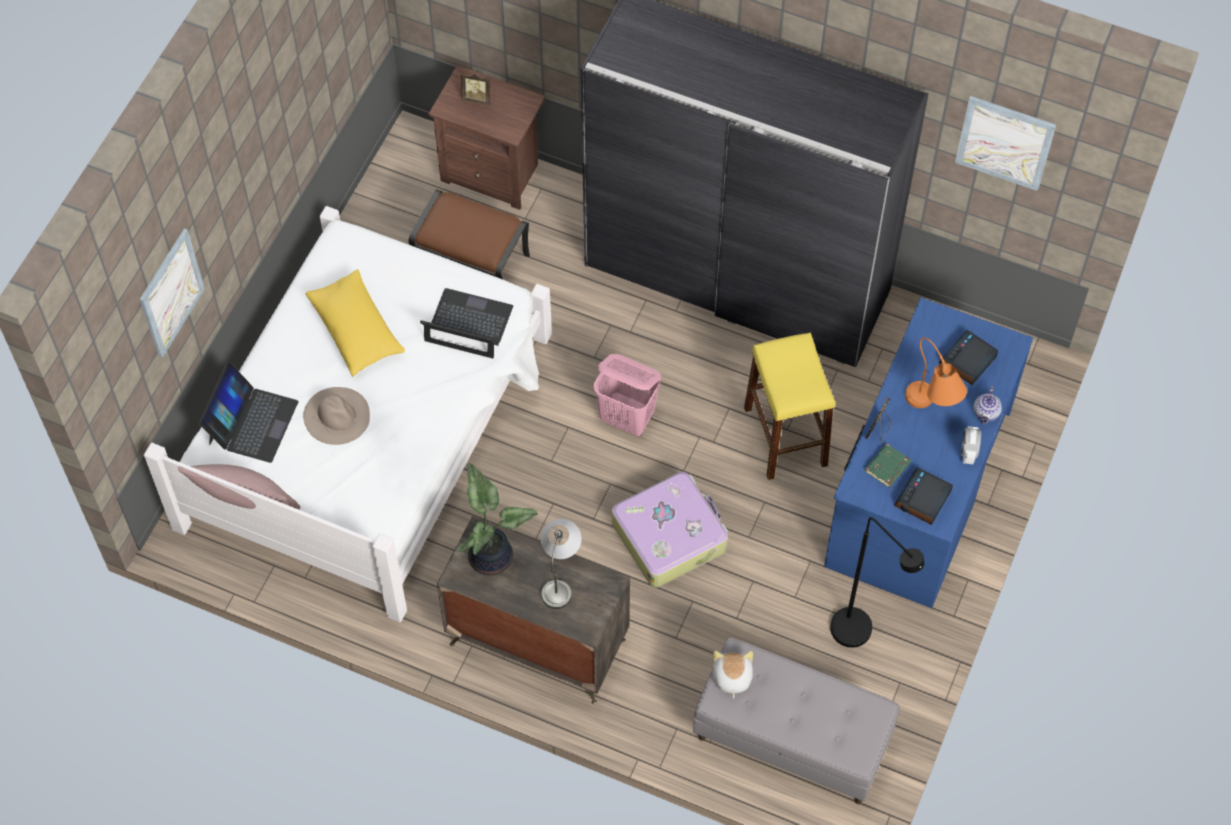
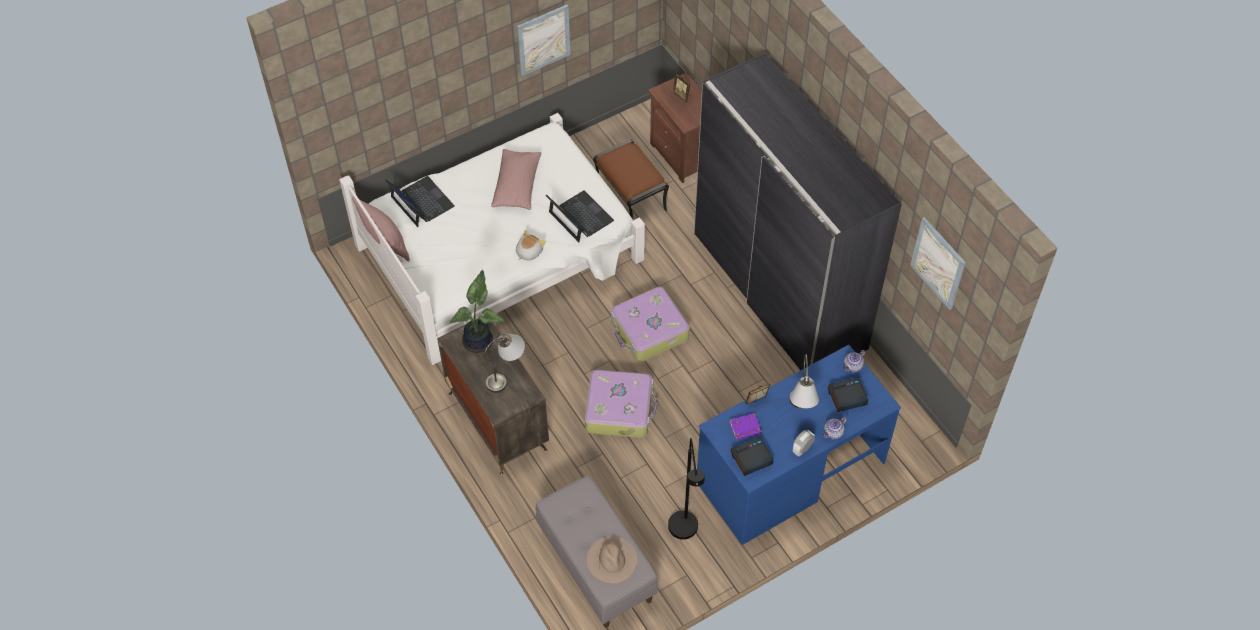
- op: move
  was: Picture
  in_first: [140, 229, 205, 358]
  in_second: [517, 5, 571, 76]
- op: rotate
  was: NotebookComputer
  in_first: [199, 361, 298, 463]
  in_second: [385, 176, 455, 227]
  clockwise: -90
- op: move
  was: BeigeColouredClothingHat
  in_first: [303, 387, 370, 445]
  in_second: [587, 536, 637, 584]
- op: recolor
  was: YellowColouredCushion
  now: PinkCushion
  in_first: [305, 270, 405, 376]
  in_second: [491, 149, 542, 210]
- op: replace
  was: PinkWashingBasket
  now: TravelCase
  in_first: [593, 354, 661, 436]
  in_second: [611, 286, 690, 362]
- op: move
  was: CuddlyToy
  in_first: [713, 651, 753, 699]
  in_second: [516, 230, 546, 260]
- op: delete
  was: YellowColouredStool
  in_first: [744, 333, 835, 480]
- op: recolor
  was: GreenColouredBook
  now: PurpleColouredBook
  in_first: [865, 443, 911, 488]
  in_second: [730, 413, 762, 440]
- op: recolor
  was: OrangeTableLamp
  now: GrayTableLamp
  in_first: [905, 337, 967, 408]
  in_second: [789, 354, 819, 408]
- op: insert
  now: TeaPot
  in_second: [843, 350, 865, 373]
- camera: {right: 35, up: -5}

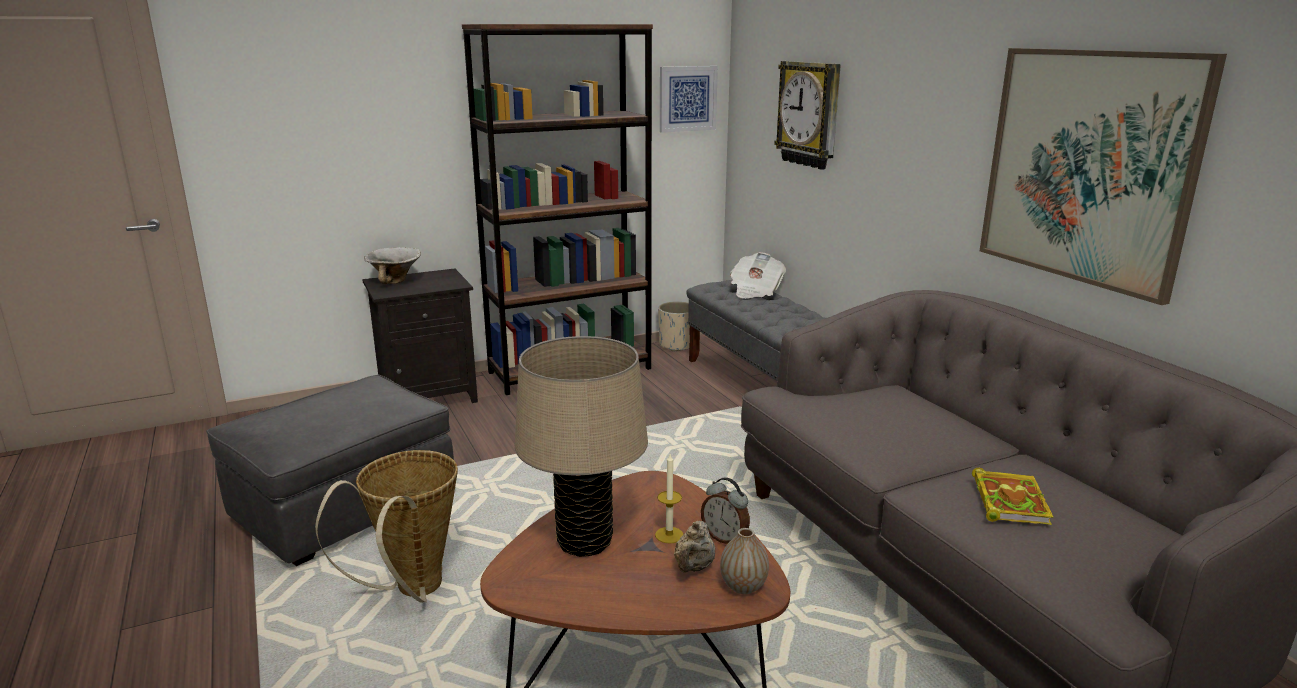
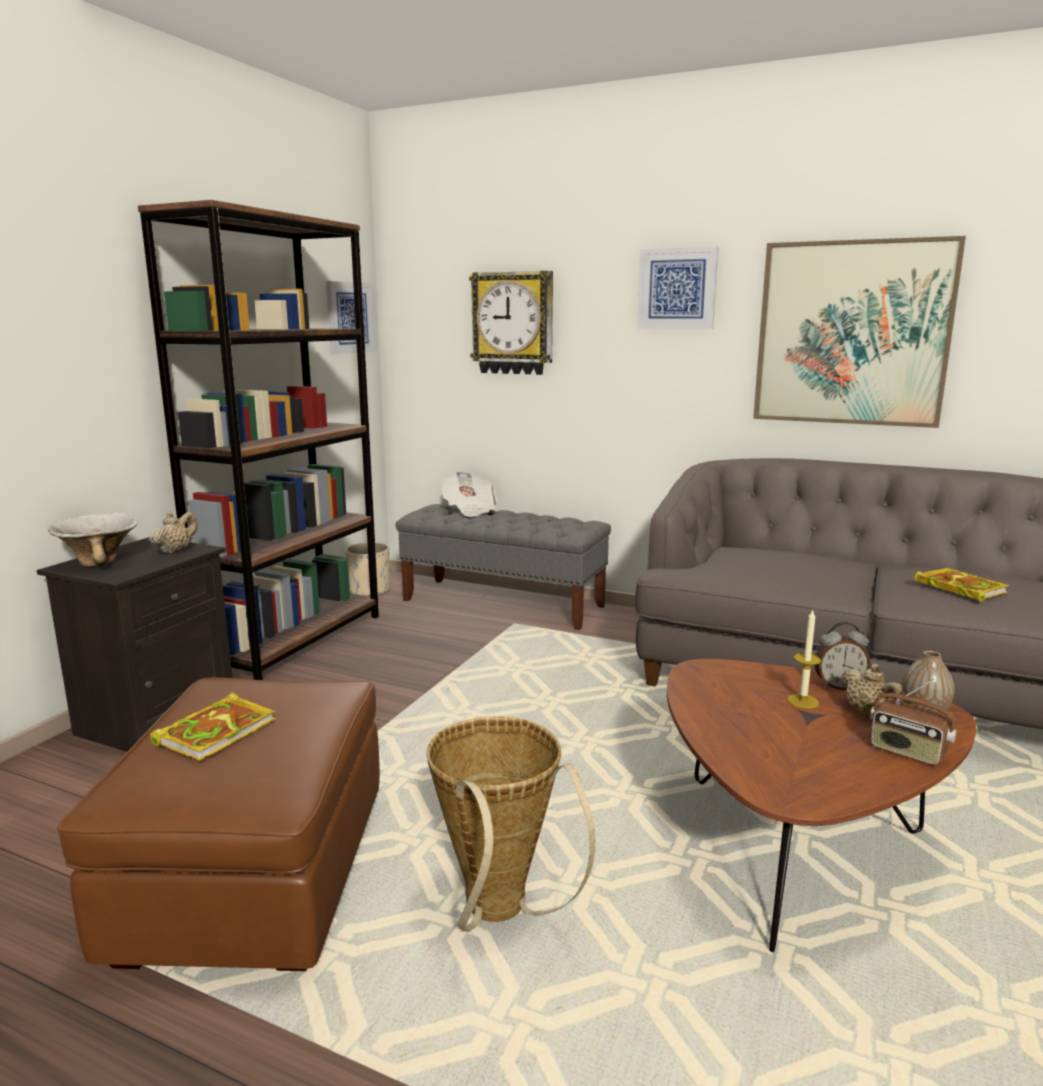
- op: recolor
  was: GrayOttoman
  now: BrownColouredOttoman
  in_first: [206, 375, 454, 566]
  in_second: [57, 678, 380, 971]
- op: delete
  was: BeigeColouredTableLamp
  in_first: [515, 336, 648, 557]
- op: insert
  now: BeigeColouredTeaPot
  in_second: [149, 511, 197, 554]
- op: insert
  now: Book
  in_second: [150, 692, 276, 761]
- op: insert
  now: Picture
  in_second: [637, 247, 718, 329]
- op: insert
  now: RadioSet
  in_second: [870, 678, 956, 765]
- camera: {right: -40, up: -5}

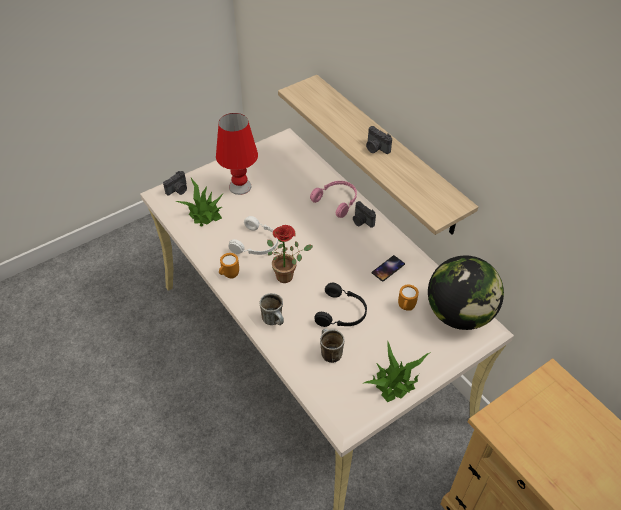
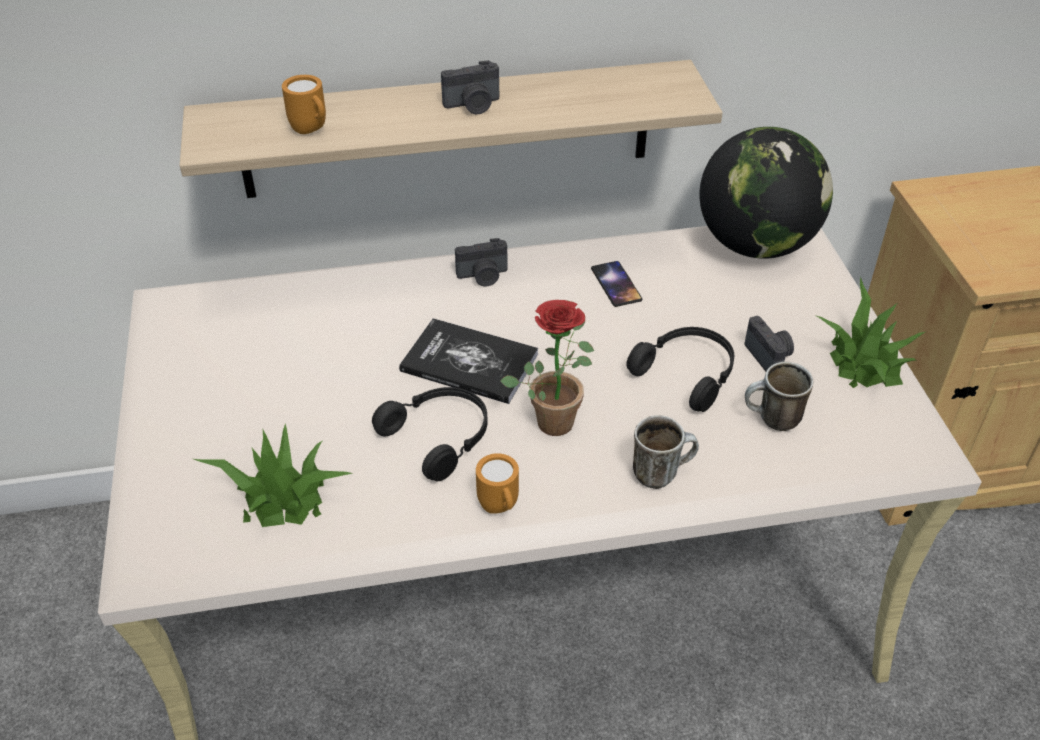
- op: move
  was: PhotoCamera
  in_first: [163, 171, 187, 195]
  in_second: [744, 316, 794, 371]
- op: delete
  was: ReddishTableLamp
  in_first: [216, 113, 258, 195]
- op: recolor
  was: WhitishHeadset
  now: BlackColouredHeadset
  in_first: [228, 216, 278, 255]
  in_second: [372, 387, 487, 481]
- op: delete
  was: PinkHeadset
  in_first: [310, 181, 357, 218]
- op: move
  was: OrangeMug
  in_first: [398, 285, 419, 311]
  in_second: [282, 75, 326, 134]
- op: insert
  now: Book
  in_second: [399, 318, 538, 404]
- camera: {right: -65, up: -5}

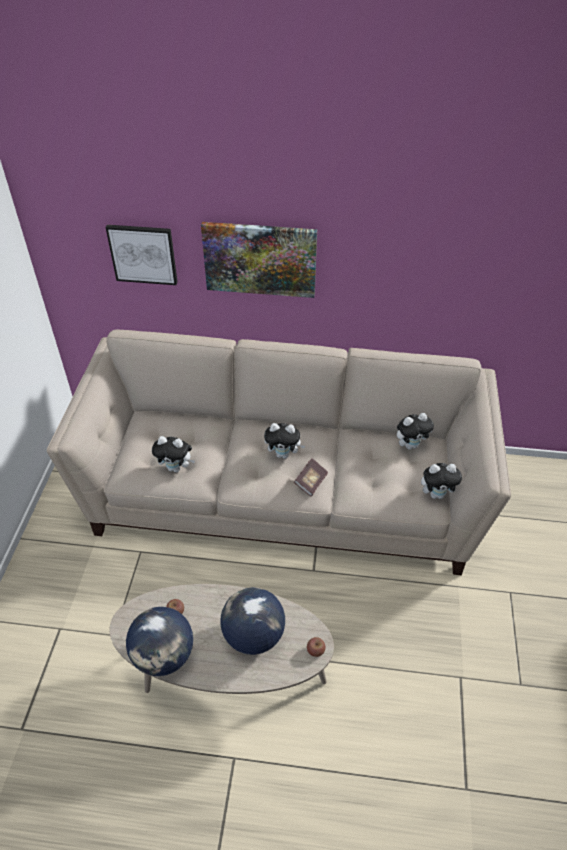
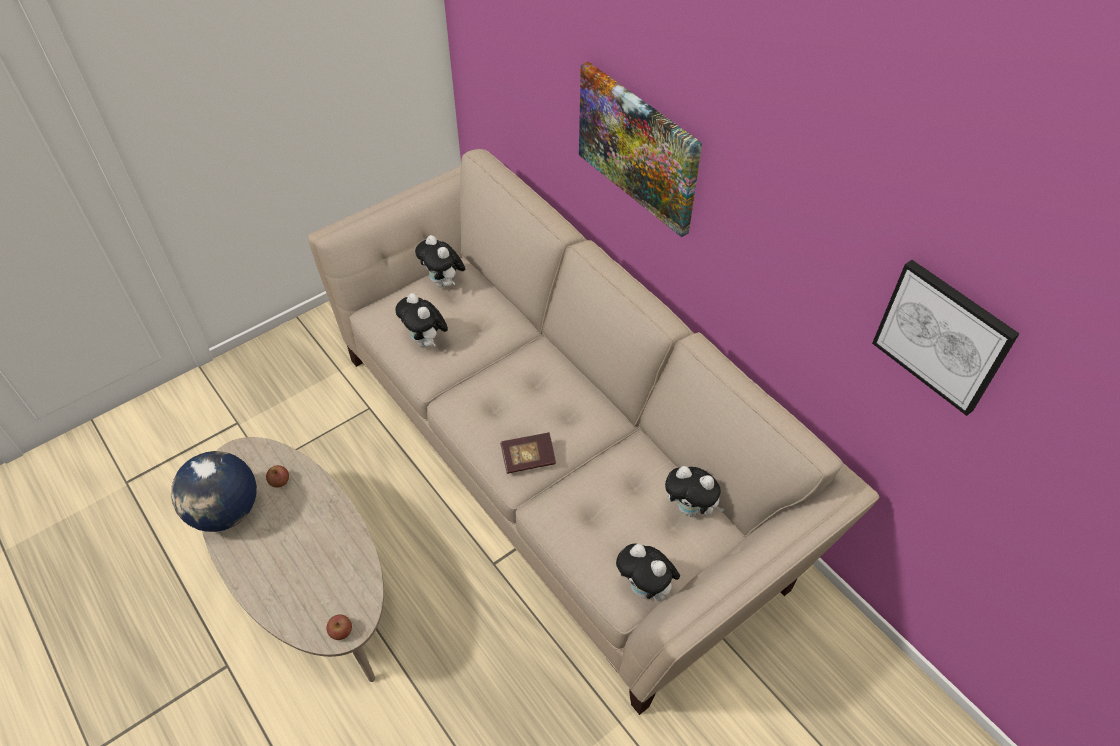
- op: move
  was: Picture
  in_first: [106, 225, 178, 285]
  in_second: [872, 260, 1020, 416]
- op: delete
  was: DeskGlobe
  in_first: [220, 587, 285, 655]
- op: move
  was: CuddlyToy
  in_first: [264, 423, 305, 459]
  in_second: [415, 235, 465, 288]
- camera: {right: 45, up: 5}

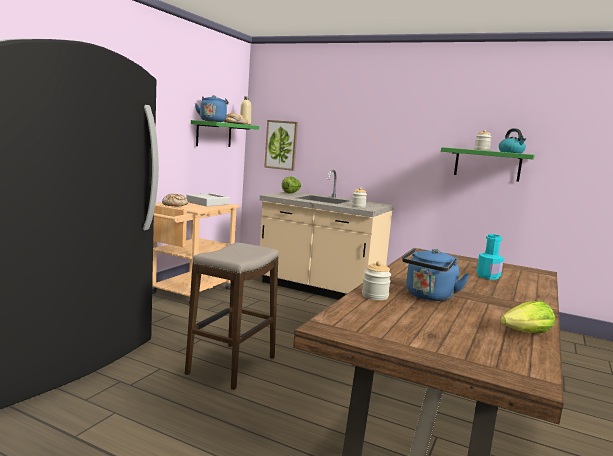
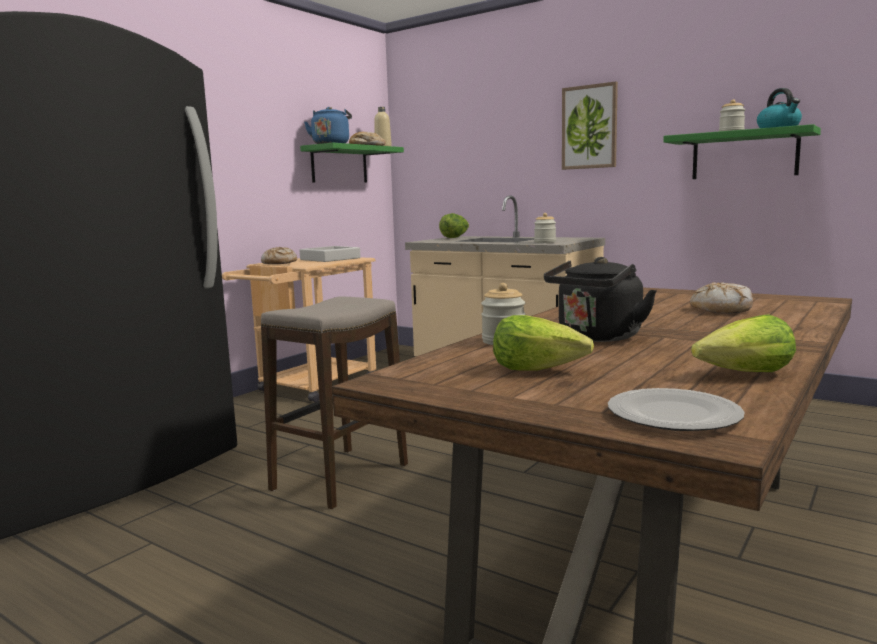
- op: move
  was: Picture
  in_first: [264, 120, 298, 171]
  in_second: [562, 81, 618, 170]
- op: recolor
  was: BlueColouredKettle
  now: BlackColouredKettle
  in_first: [402, 248, 470, 301]
  in_second: [544, 257, 657, 342]
- op: replace
  was: TurquoiseBottle
  now: Bread
  in_first: [477, 234, 504, 280]
  in_second: [690, 282, 753, 314]
- op: insert
  now: HeadOfLettuce
  in_second: [493, 315, 594, 371]
- op: insert
  now: FlatDish
  in_second: [608, 388, 744, 431]
- camera: {right: 10, up: 0}

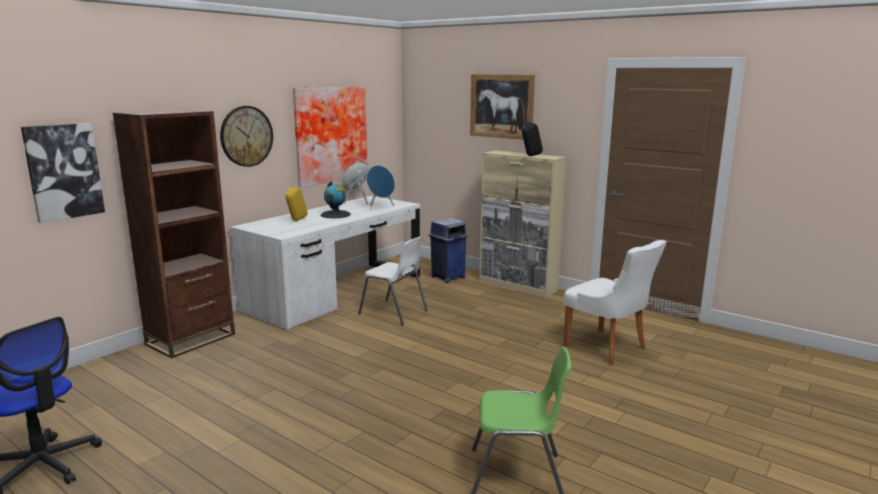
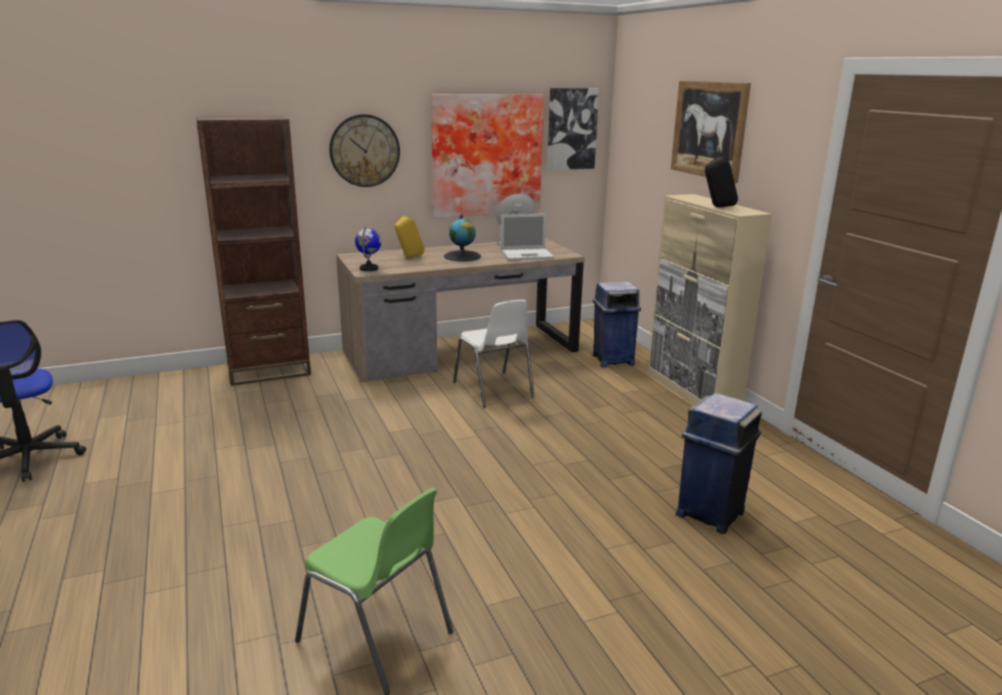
- op: move
  was: Picture
  in_first: [21, 123, 105, 223]
  in_second: [547, 88, 599, 170]
- op: recolor
  was: WhitishDeskUnit
  now: BrownColouredDeskUnit
  in_first: [230, 196, 420, 330]
  in_second: [336, 238, 585, 382]
- op: replace
  was: BlueColouredLoudspeaker
  now: NotebookComputer
  in_first: [366, 165, 395, 210]
  in_second: [501, 214, 555, 260]
- op: replace
  was: WhitishUprightChair
  now: BlueColouredRubbishBin
  in_first: [563, 240, 667, 365]
  in_second: [675, 393, 762, 534]
- op: insert
  now: DeskGlobe
  in_second: [355, 227, 381, 271]
- camera: {right: 30, up: 5}

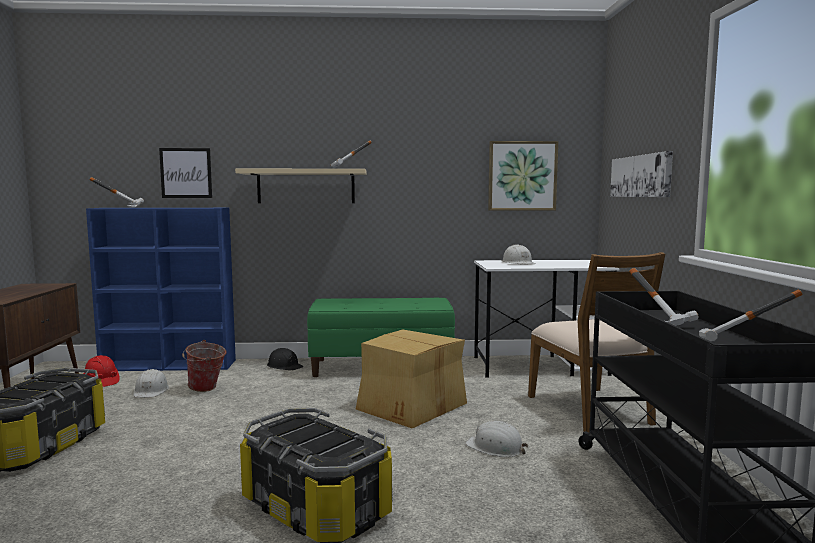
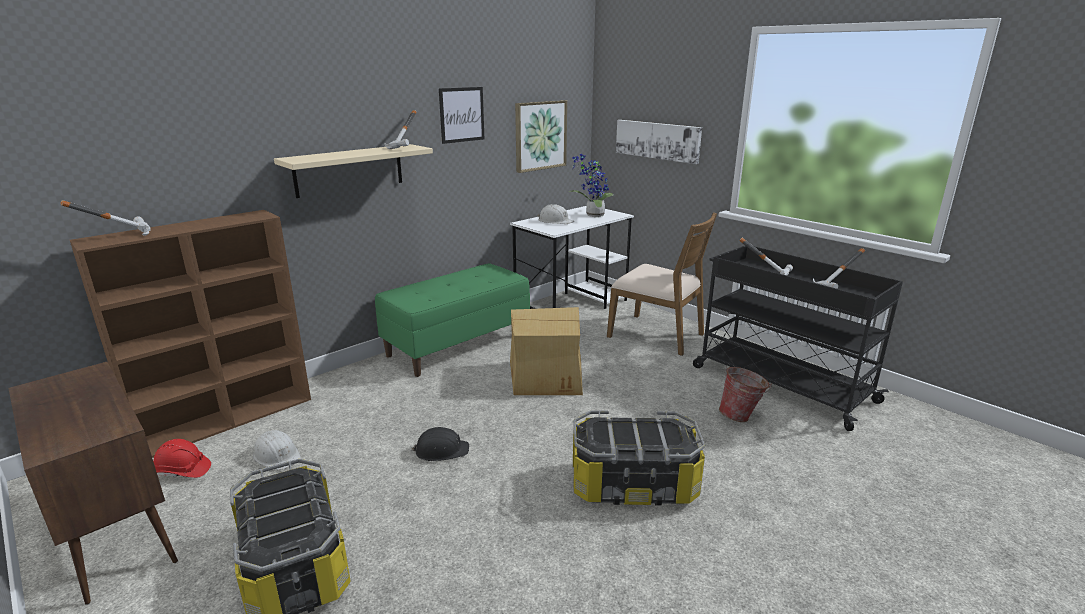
- op: recolor
  was: BlueColouredBookcase
  now: BrownColouredBookcase
  in_first: [86, 208, 236, 371]
  in_second: [70, 210, 311, 458]
- op: move
  was: Picture
  in_first: [159, 148, 212, 198]
  in_second: [439, 87, 484, 144]
- op: move
  was: WaterBucket
  in_first: [182, 340, 226, 392]
  in_second: [719, 367, 772, 422]
- op: move
  was: BlackColouredWorkHelmet
  in_first: [267, 348, 304, 370]
  in_second: [411, 427, 469, 461]
- op: delete
  was: WhitishWorkHelmet
  in_first: [465, 421, 528, 457]
- op: insert
  now: PottedPlant
  in_second: [568, 154, 614, 217]
- camera: {right: -40, up: 15}

